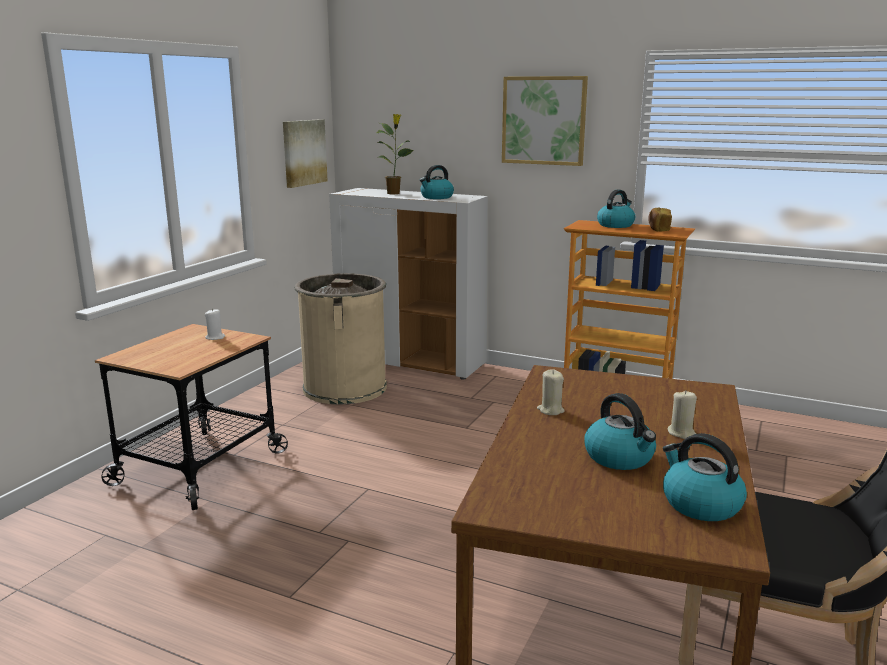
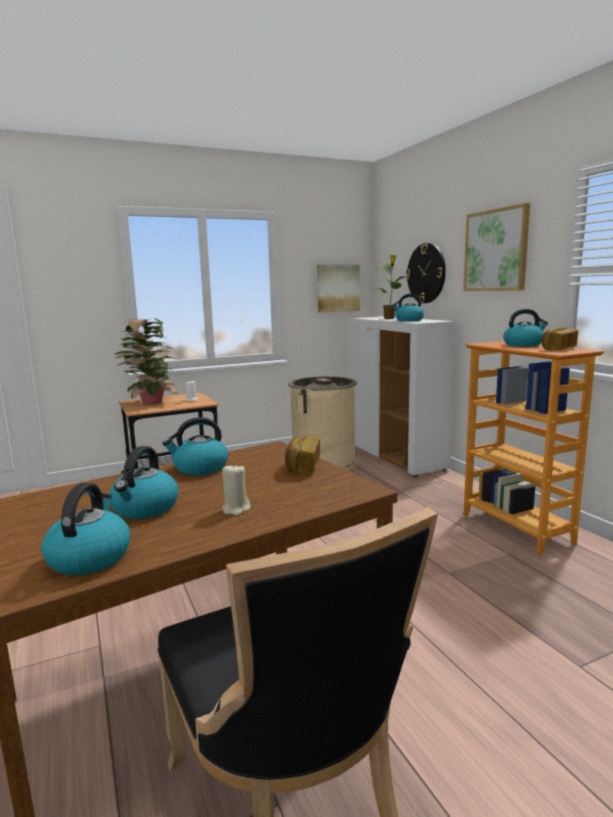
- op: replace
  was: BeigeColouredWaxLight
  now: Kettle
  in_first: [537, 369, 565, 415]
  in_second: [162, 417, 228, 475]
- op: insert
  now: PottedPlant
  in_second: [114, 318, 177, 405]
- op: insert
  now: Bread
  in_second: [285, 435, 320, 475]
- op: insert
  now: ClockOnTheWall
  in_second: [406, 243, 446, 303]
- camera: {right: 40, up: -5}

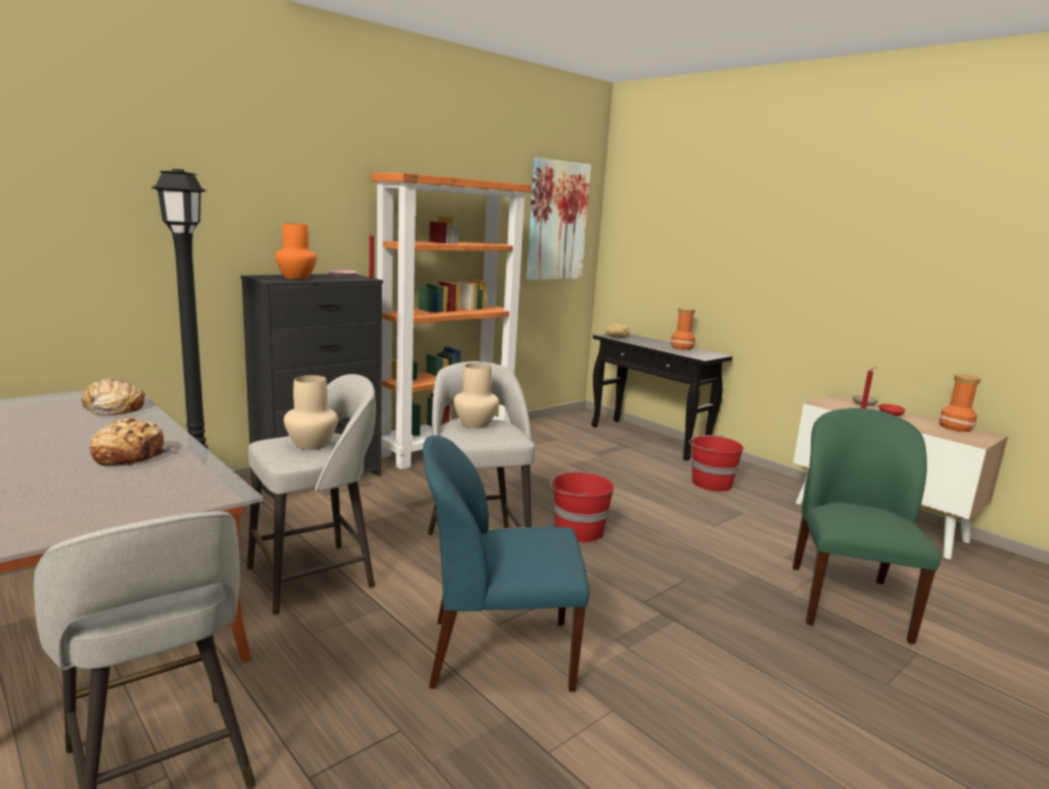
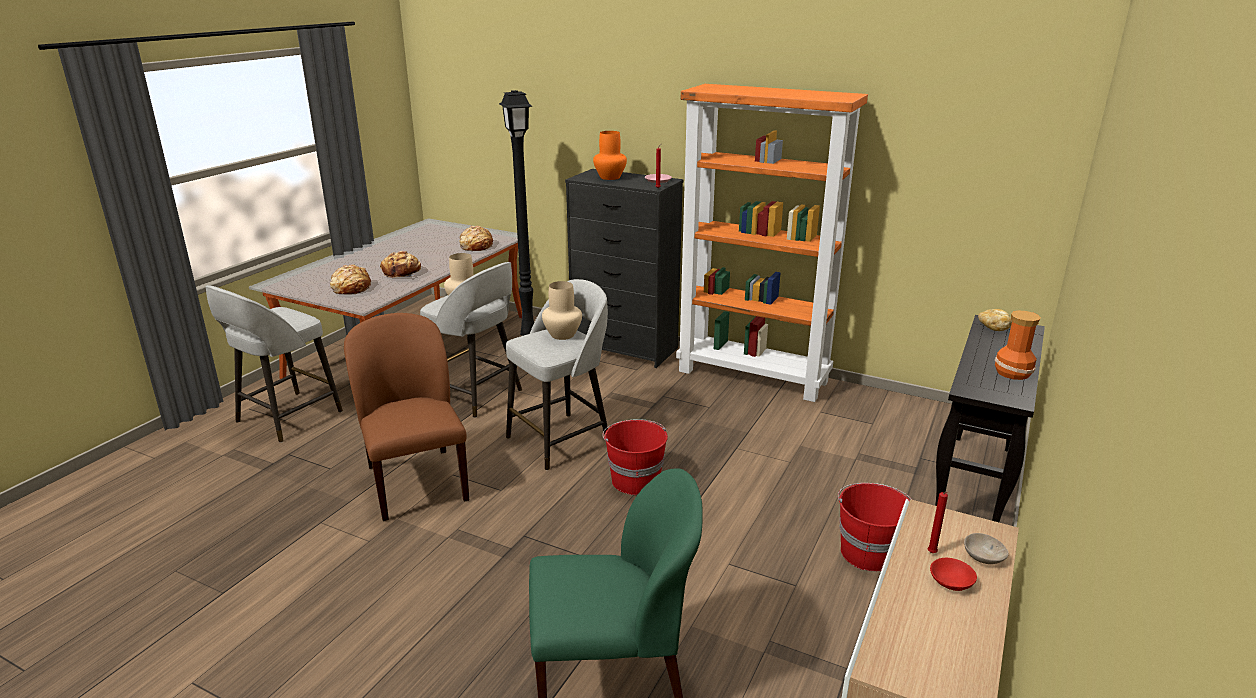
- op: recolor
  was: BlueColouredUprightChair
  now: BrownColouredUprightChair
  in_first: [423, 435, 589, 692]
  in_second: [344, 313, 469, 521]
- op: delete
  was: Picture
  in_first: [526, 158, 591, 280]
- op: delete
  was: FlowerVase
  in_first: [939, 374, 981, 432]
- op: insert
  now: Bread
  in_second: [330, 265, 371, 294]
- camera: {right: 70, up: 10}

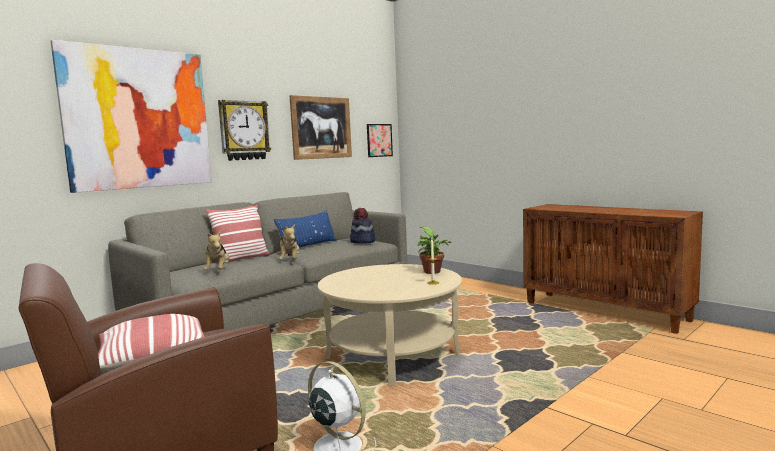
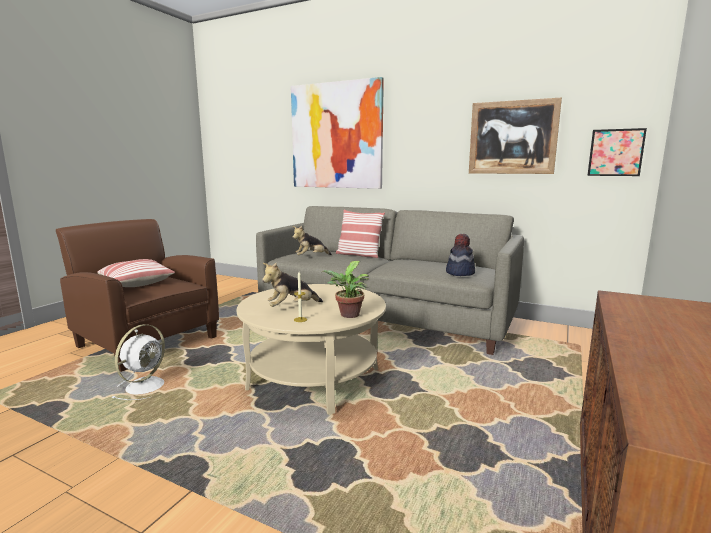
- op: delete
  was: ClockOnTheWall
  in_first: [218, 100, 271, 161]
- op: delete
  was: BlueColouredCushion
  in_first: [274, 211, 337, 248]
- op: move
  was: CuddlyToy
  in_first: [277, 224, 299, 259]
  in_second: [262, 263, 323, 307]
- camera: {right: 70, up: 5}

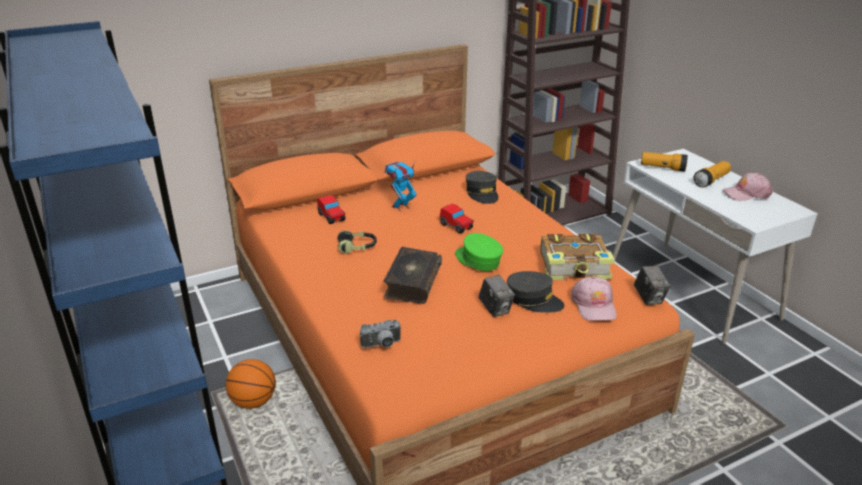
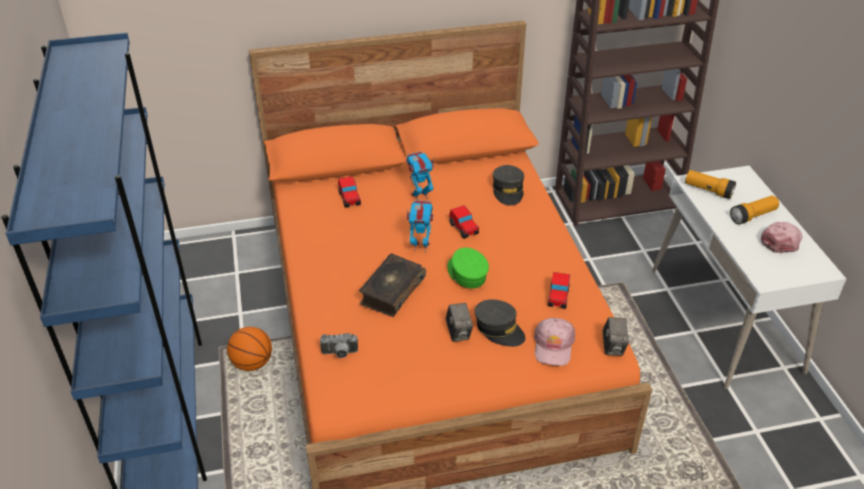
- op: delete
  was: Headset
  in_first: [337, 230, 377, 254]
- op: replace
  was: Book
  now: ModelCar
  in_first: [540, 233, 615, 280]
  in_second: [548, 272, 570, 309]
- op: rotate
  was: PinkBaseballCap
  in_first: [722, 173, 773, 201]
  in_second: [761, 222, 802, 253]
  clockwise: 120
- op: insert
  now: ModelRobot
  in_second: [407, 200, 433, 252]
- camera: {right: 15, up: 10}

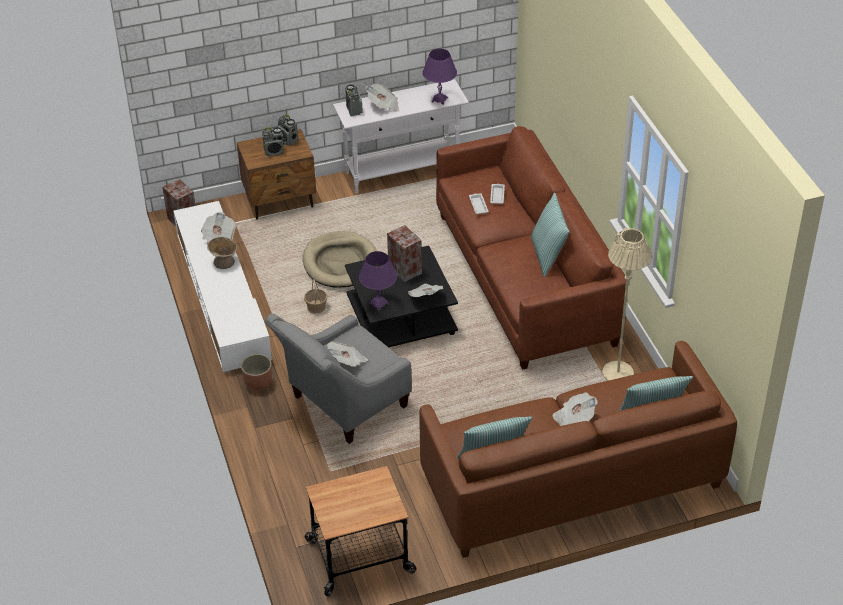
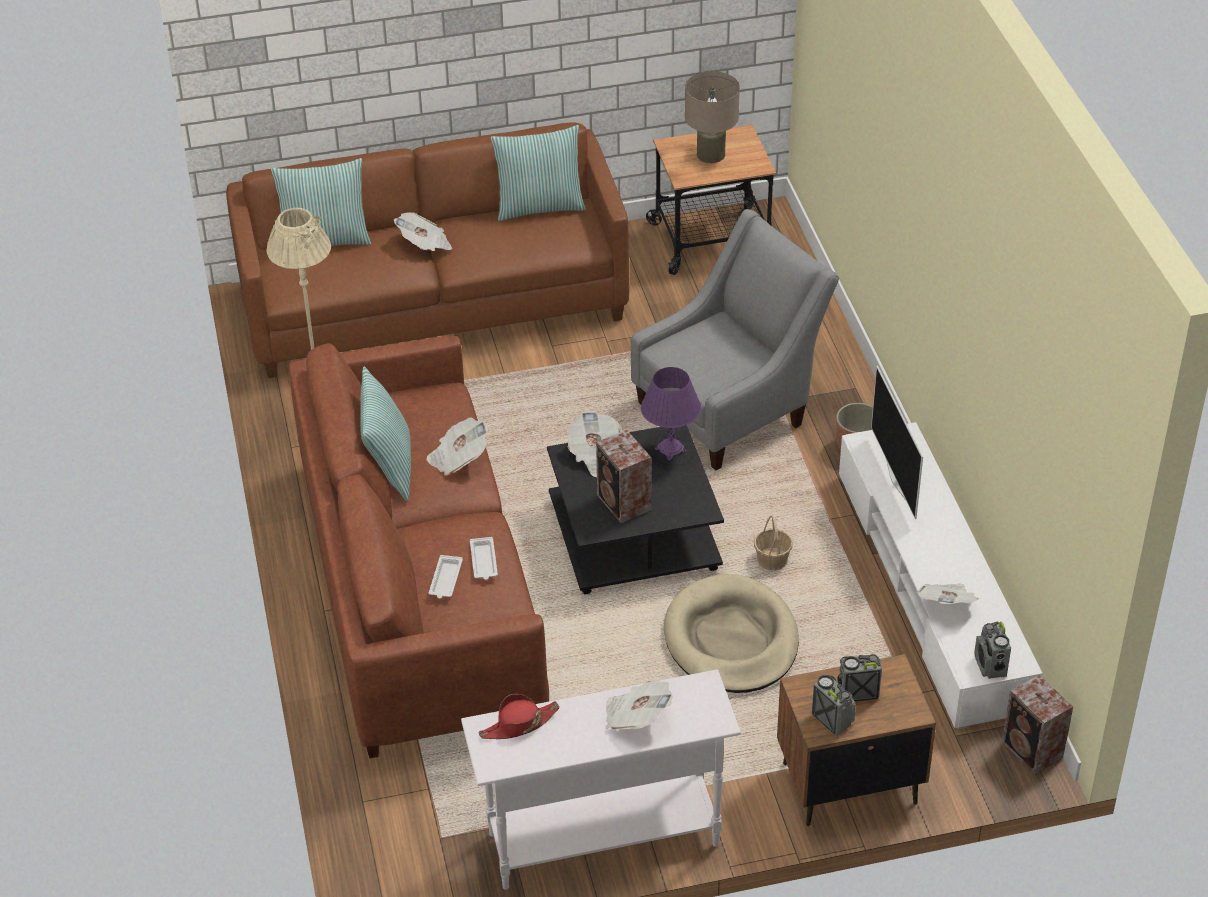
- op: delete
  was: BeigeColouredDeepDish
  in_first: [208, 237, 237, 269]
- op: move
  was: DailyPaper
  in_first: [327, 342, 368, 367]
  in_second: [427, 417, 489, 476]
- op: move
  was: RadioSet
  in_first: [345, 85, 363, 116]
  in_second: [974, 622, 1011, 679]
- op: replace
  was: PurpleColouredTableLamp
  now: ReddishClothingHat
  in_first: [422, 49, 457, 105]
  in_second: [479, 694, 559, 739]
- op: insert
  now: BeigeColouredTableLamp
  in_second: [685, 71, 740, 163]
- op: insert
  now: TvSet
  in_second: [871, 366, 923, 519]
- camera: {right: -175, up: 0}

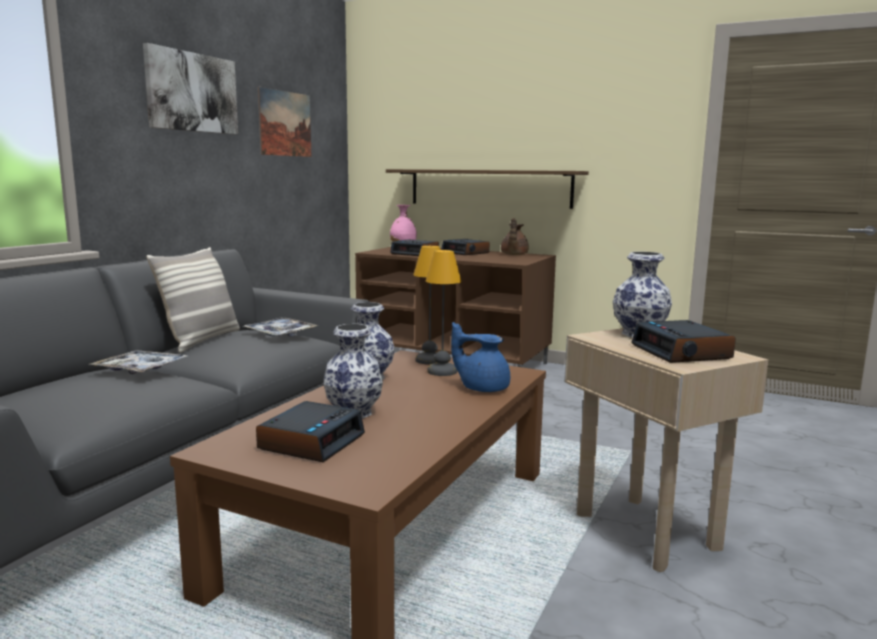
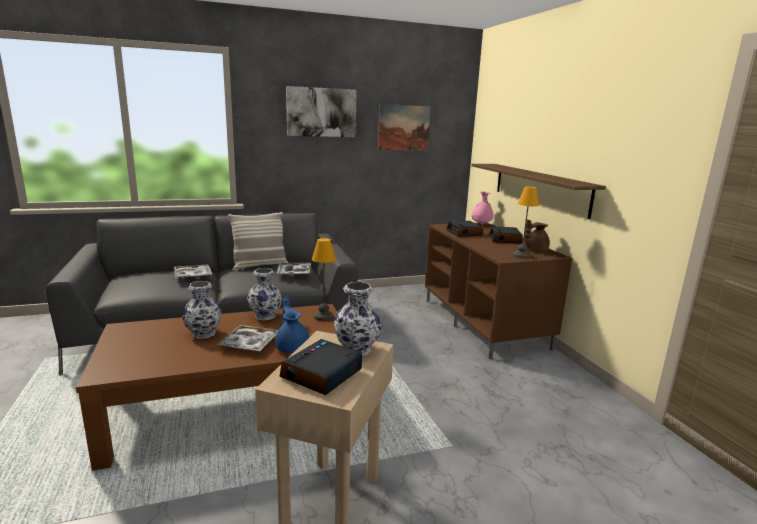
- op: delete
  was: AlarmClock
  in_first: [256, 401, 365, 462]
- op: move
  was: TableLamp
  in_first: [426, 250, 462, 376]
  in_second: [513, 186, 539, 258]
- op: insert
  now: CarryingTray
  in_second: [218, 325, 278, 351]
- camera: {right: 45, up: 5}

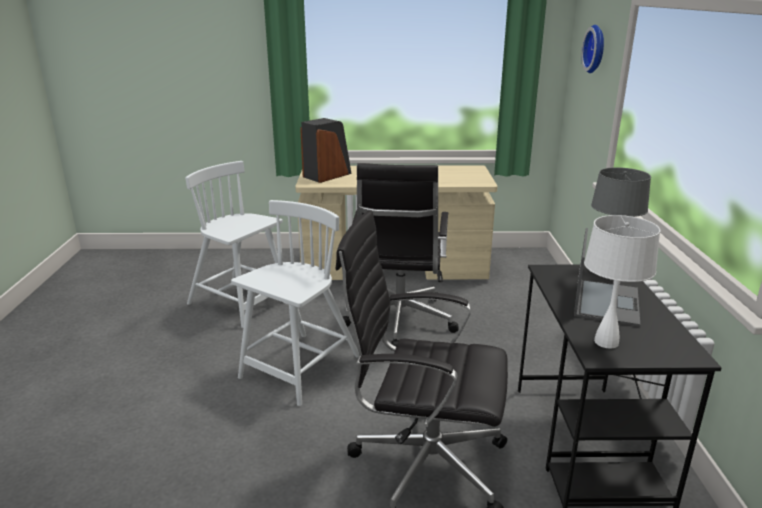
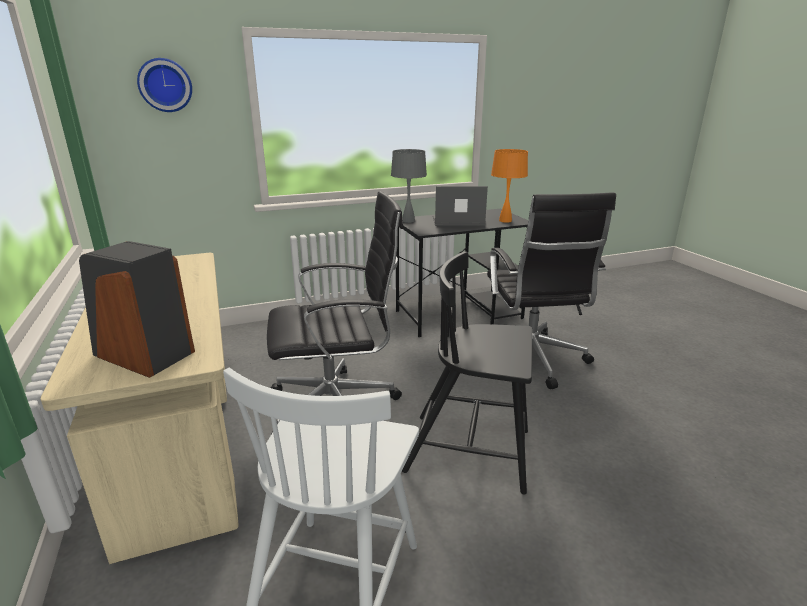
- op: recolor
  was: WhitishUprightChair
  now: BlackColouredUprightChair
  in_first: [231, 200, 359, 406]
  in_second: [402, 252, 532, 495]
- op: recolor
  was: WhitishTableLamp
  now: OrangeTableLamp
  in_first: [584, 215, 660, 349]
  in_second: [491, 149, 528, 223]
- camera: {right: -110, up: 0}

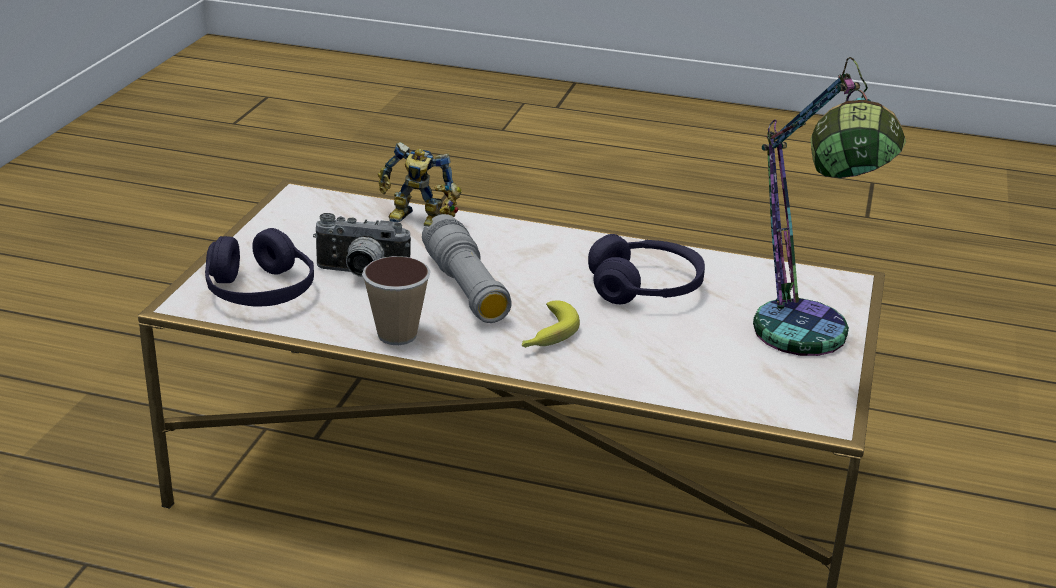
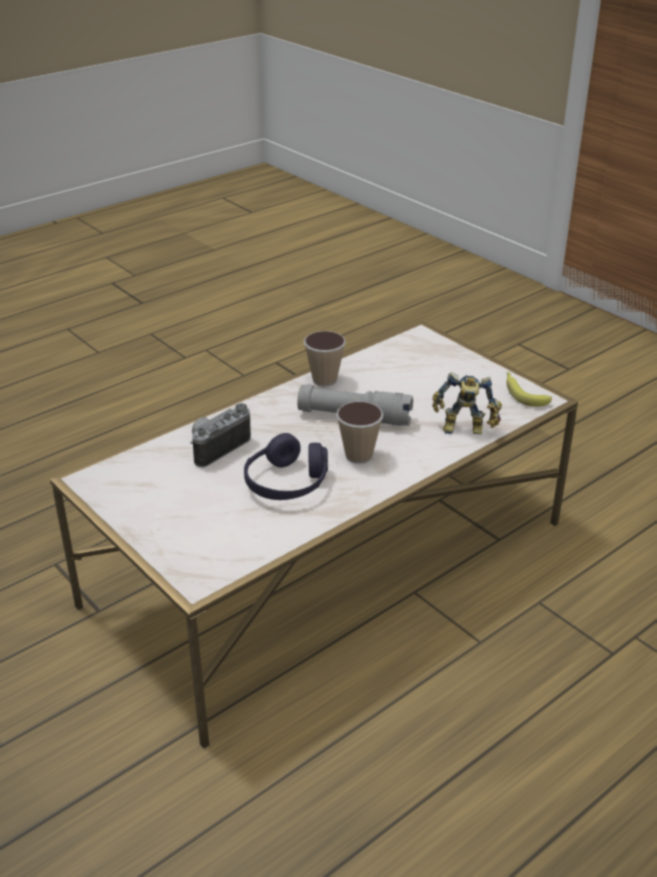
- op: delete
  was: PurpleColouredHeadset
  in_first: [205, 228, 314, 306]
- op: move
  was: PhotoCamera
  in_first: [313, 213, 411, 277]
  in_second: [190, 403, 251, 467]
- op: rotate
  was: ModelRobot
  in_first: [378, 142, 462, 227]
  in_second: [432, 372, 502, 434]
  clockwise: -135
- op: move
  was: WholeBanana
  in_first: [522, 300, 580, 348]
  in_second: [507, 372, 552, 407]
- op: delete
  was: TableLamp
  in_first: [753, 57, 906, 356]
- op: insert
  now: SmallCup
  in_second: [336, 401, 384, 464]
- camera: {right: 125, up: 5}

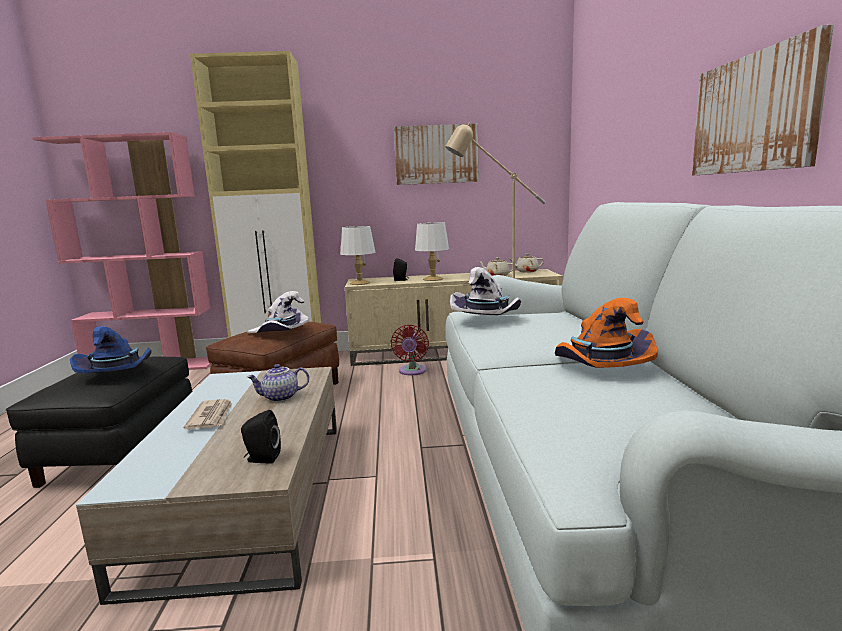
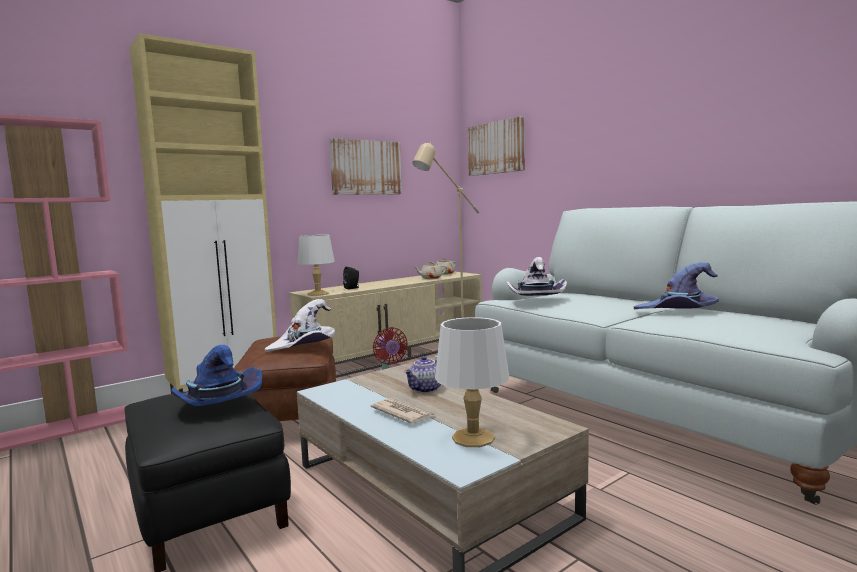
- op: delete
  was: BlackColouredLoudspeaker
  in_first: [241, 410, 281, 464]
- op: move
  was: WhitishTableLamp
  in_first: [415, 222, 449, 281]
  in_second: [435, 317, 509, 447]
- op: recolor
  was: OrangeClothingHat
  now: PurpleColouredClothingHat
  in_first: [555, 298, 658, 368]
  in_second: [634, 262, 719, 309]
- op: move
  was: Picture
  in_first: [692, 25, 834, 175]
  in_second: [468, 116, 525, 176]
- camera: {right: -35, up: -5}

